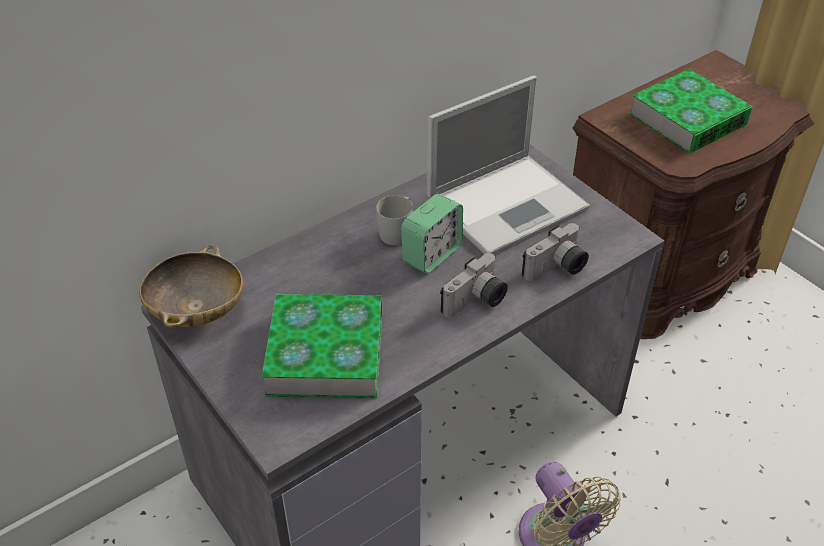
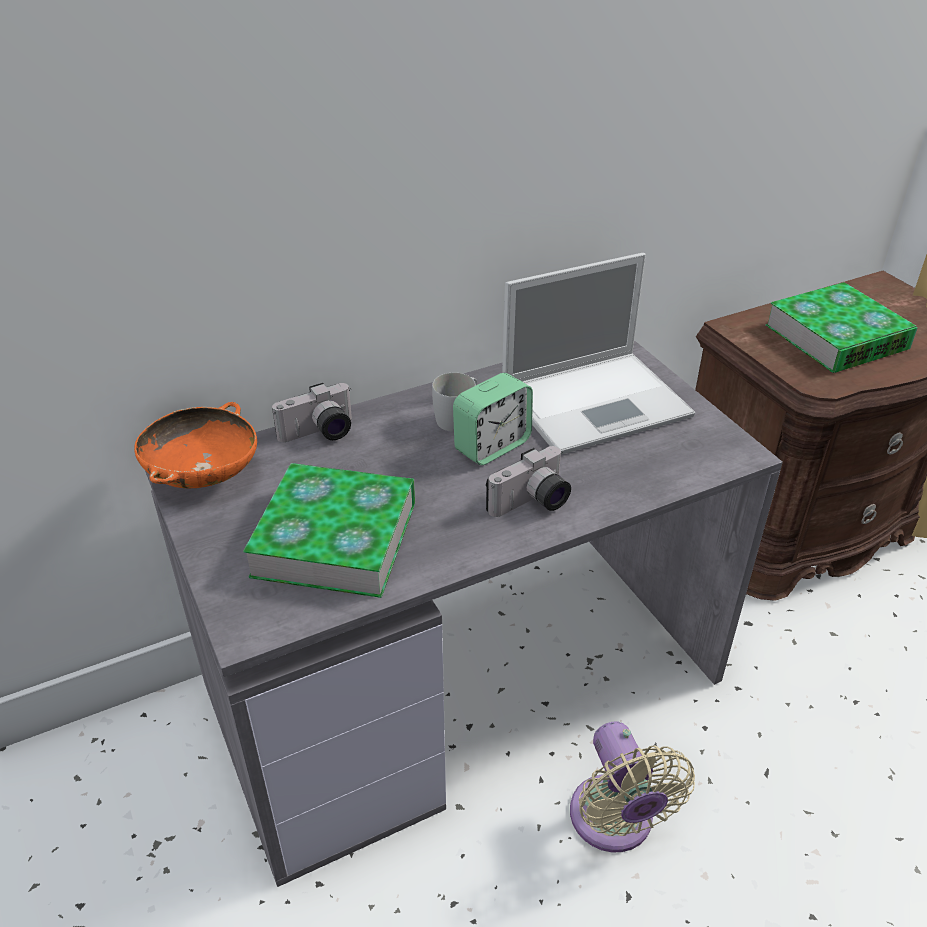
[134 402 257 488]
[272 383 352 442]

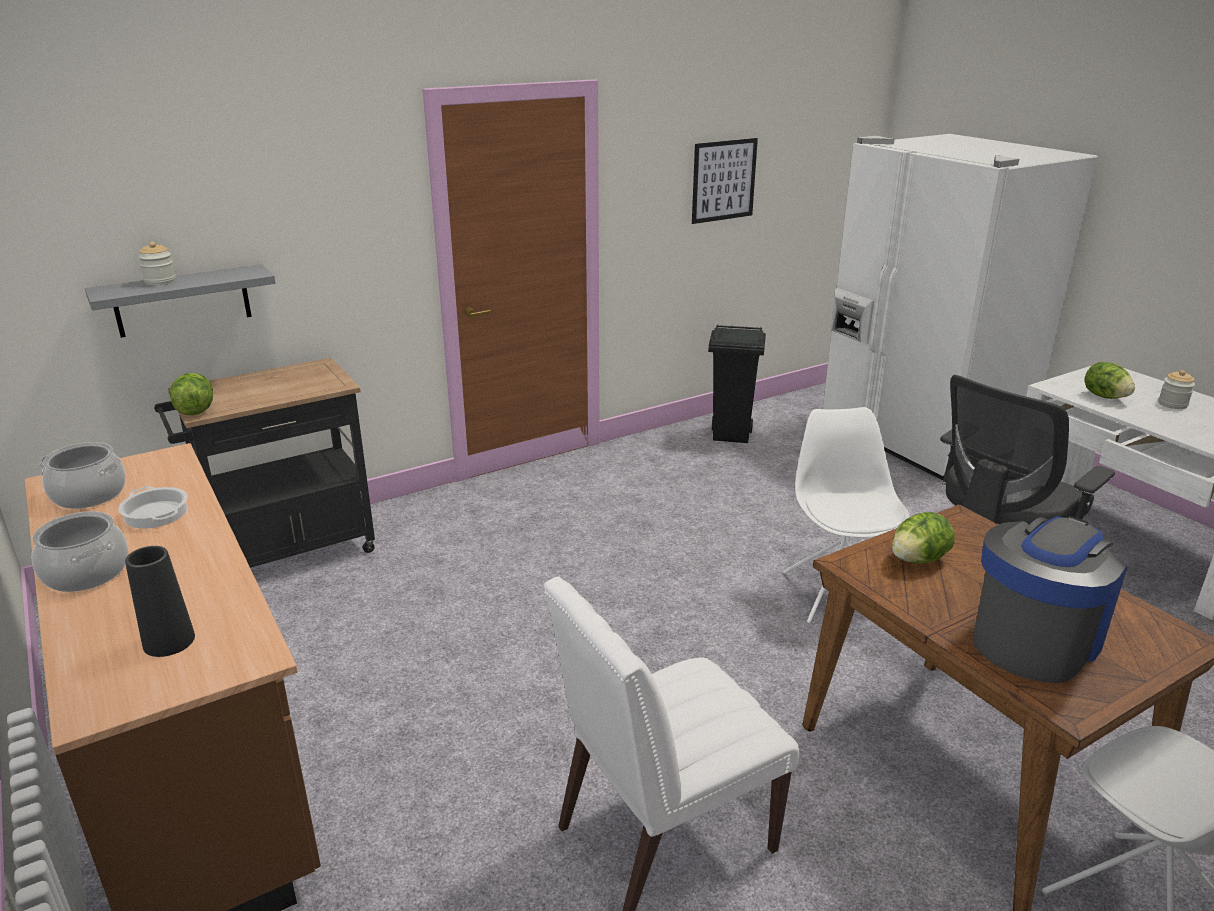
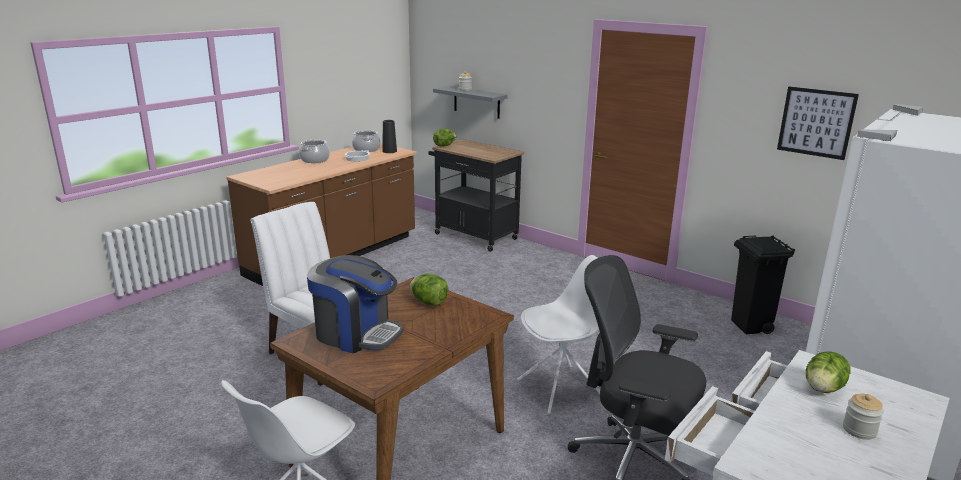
[382 120 397 153]

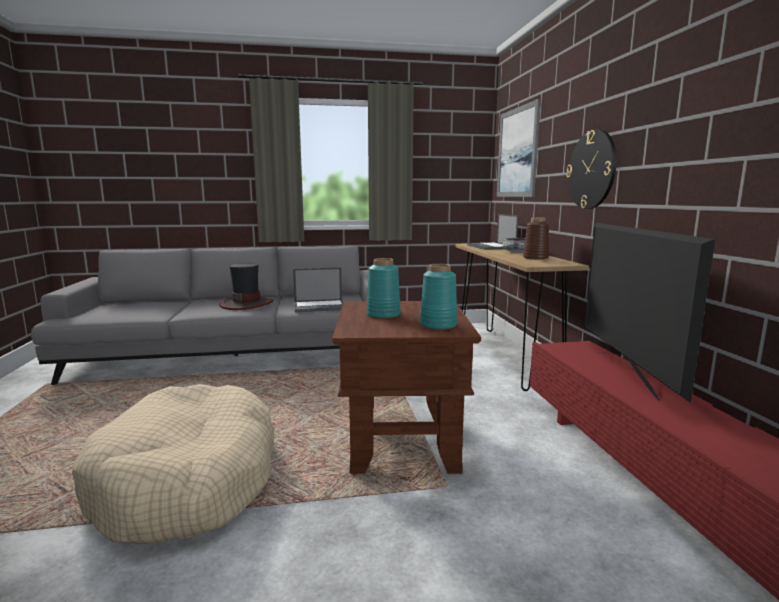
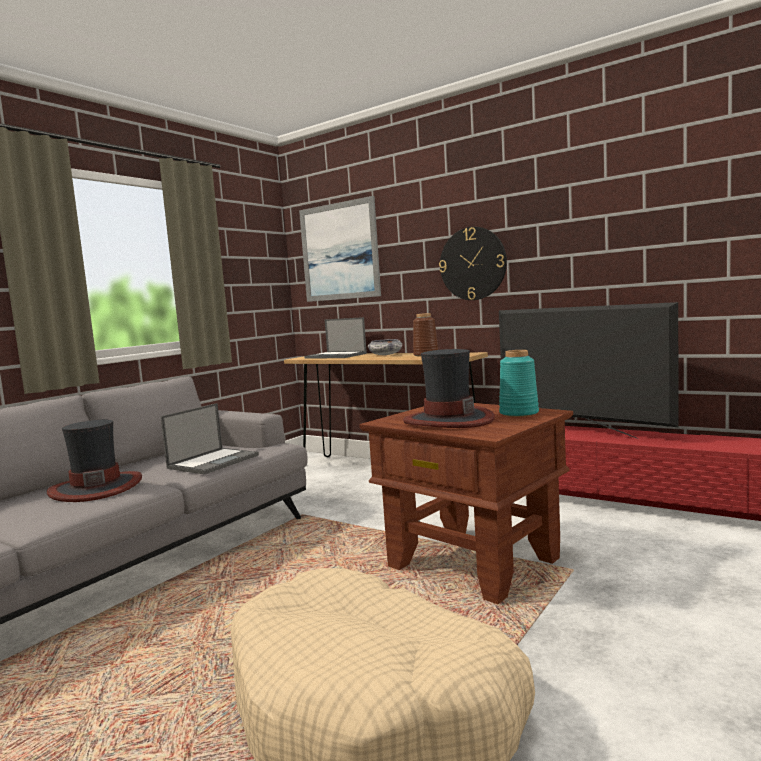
[403 349 495 428]

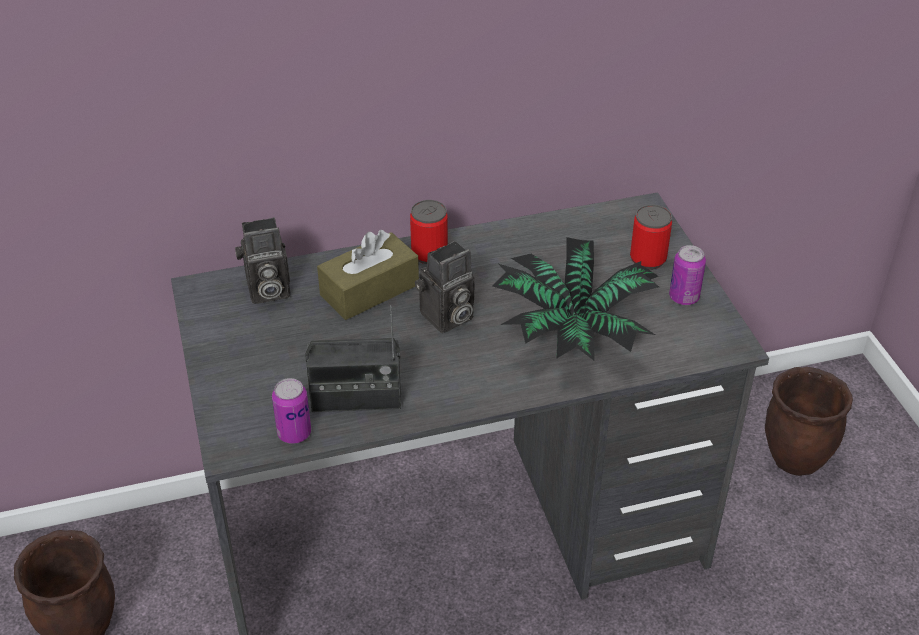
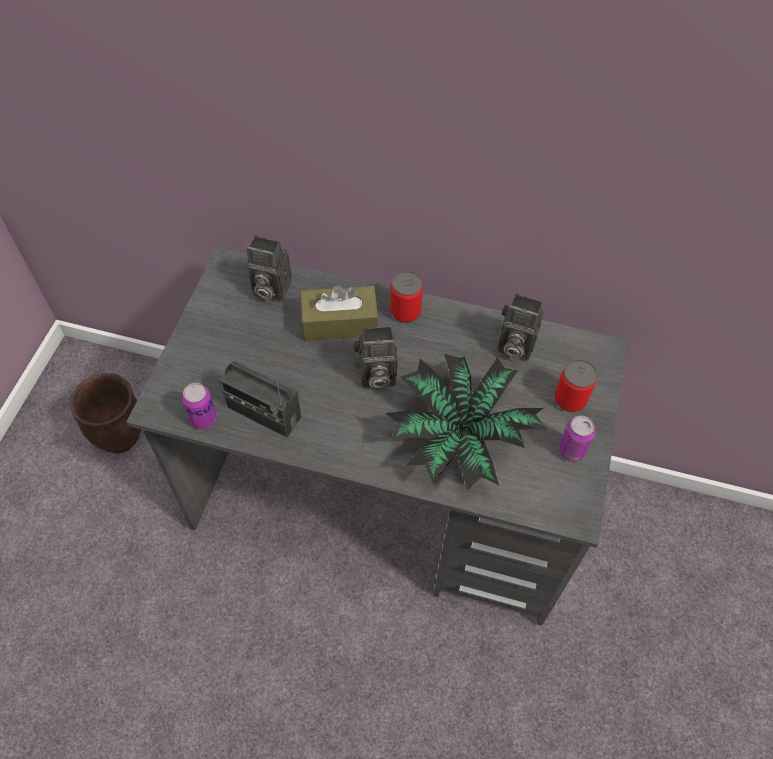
[765 367 853 476] (first image)
[498 294 544 361]

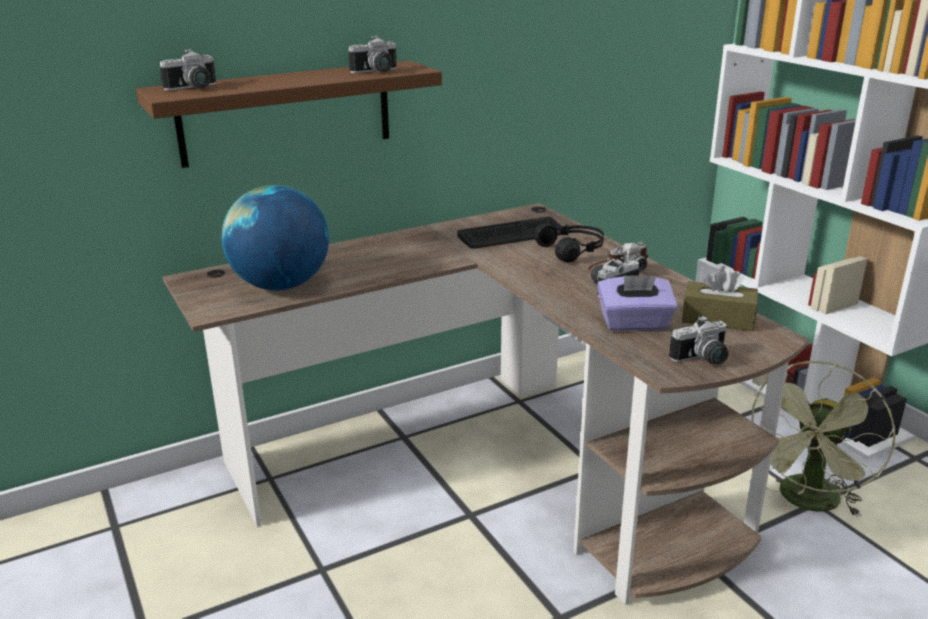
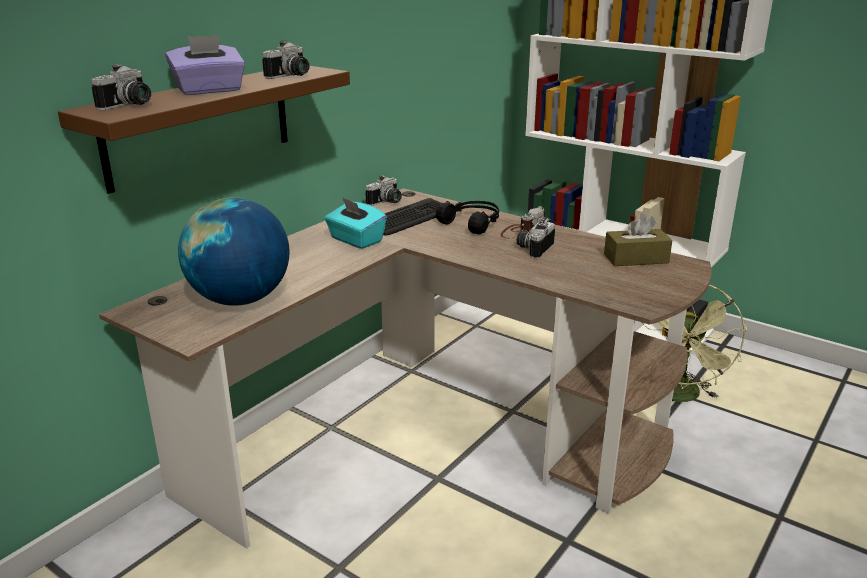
[166 35 245 95]
[365 175 402 206]
[324 197 387 249]

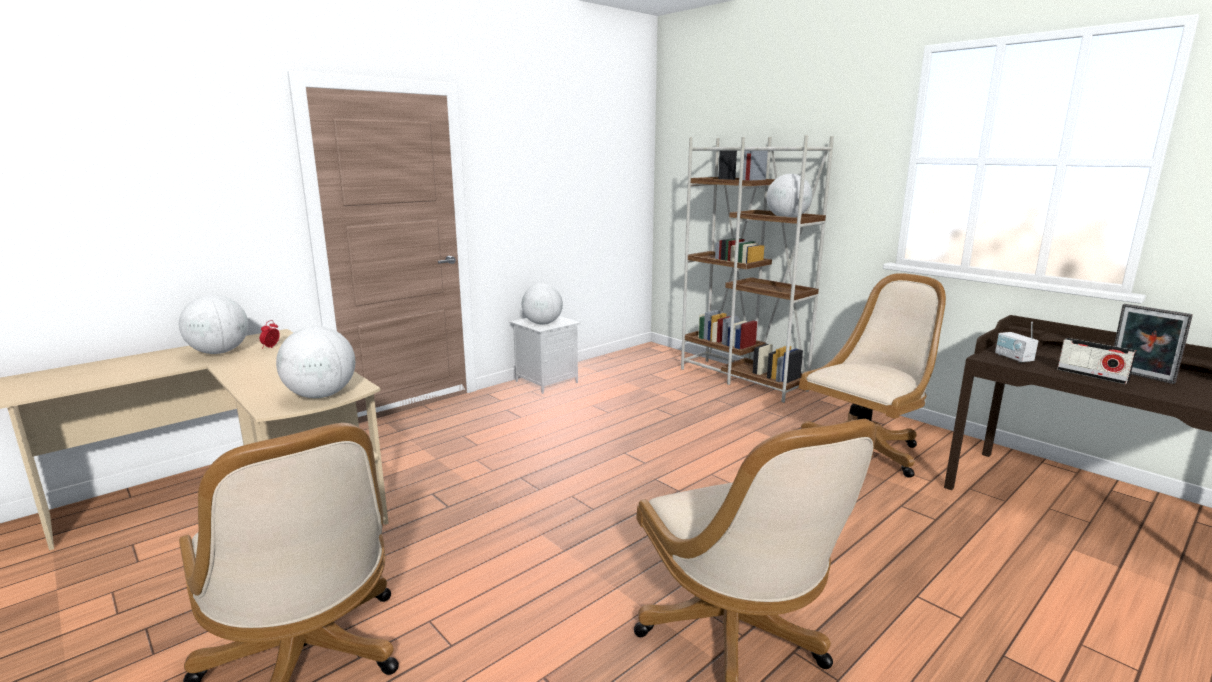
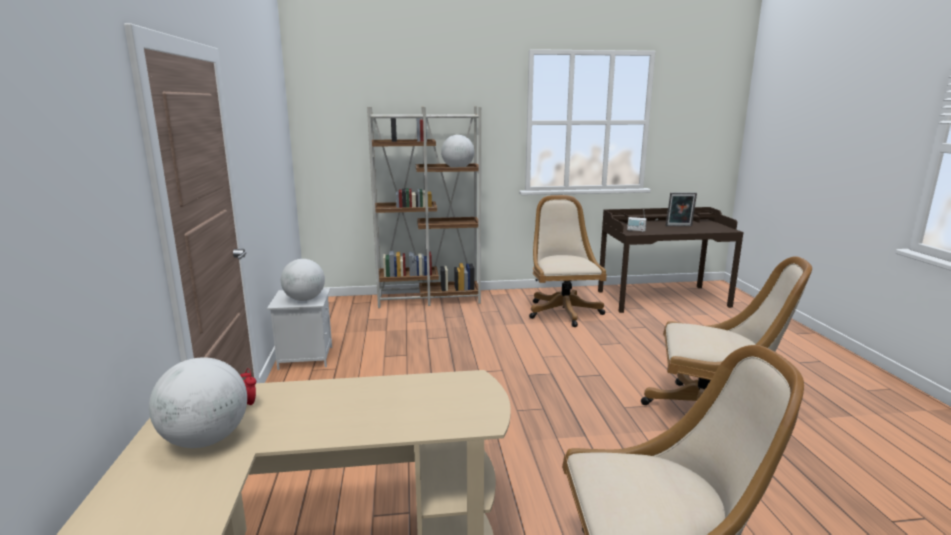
[276 326 355 398] (first image)
[1057 338 1136 384] (first image)

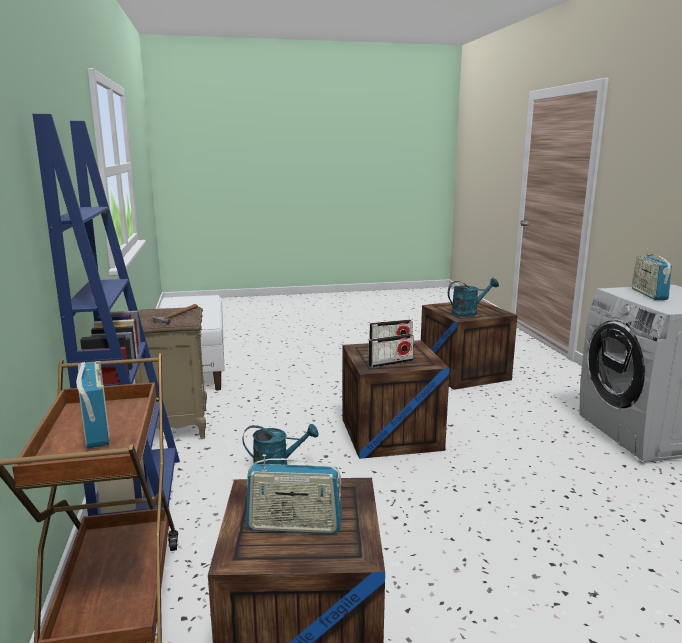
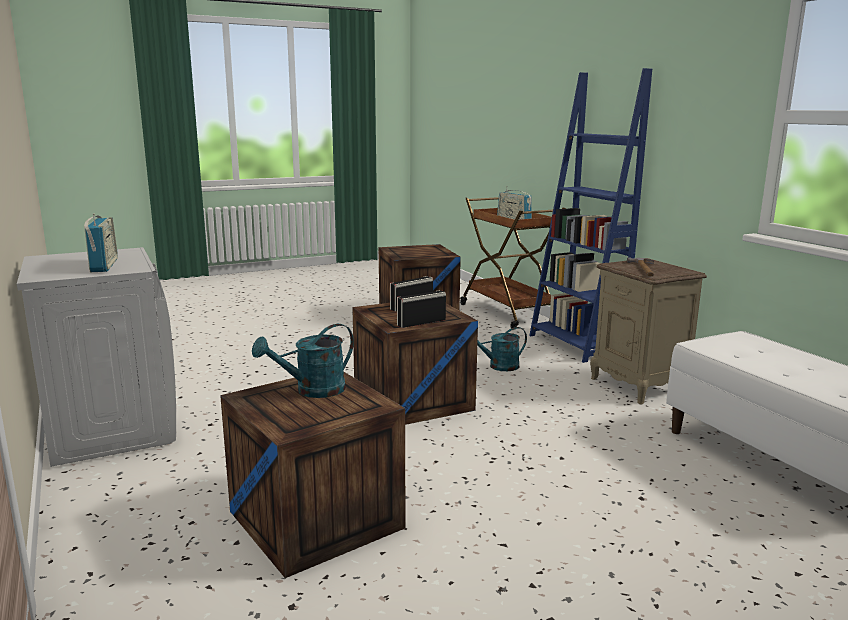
[246 454 342 534] (first image)

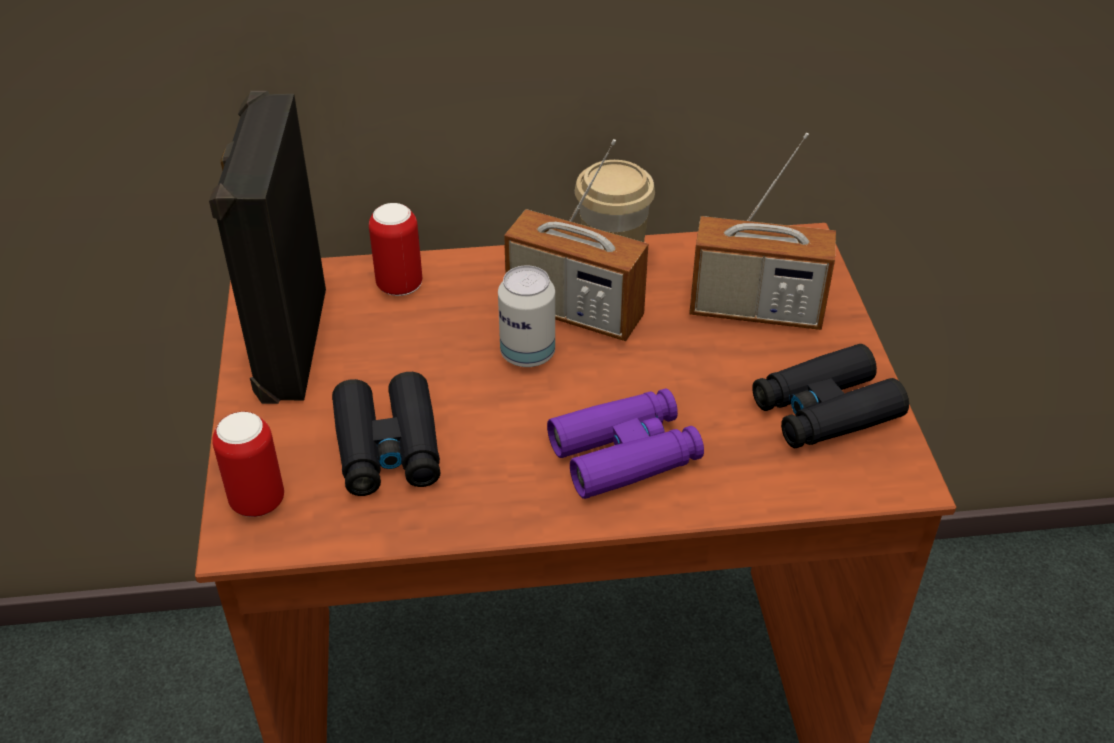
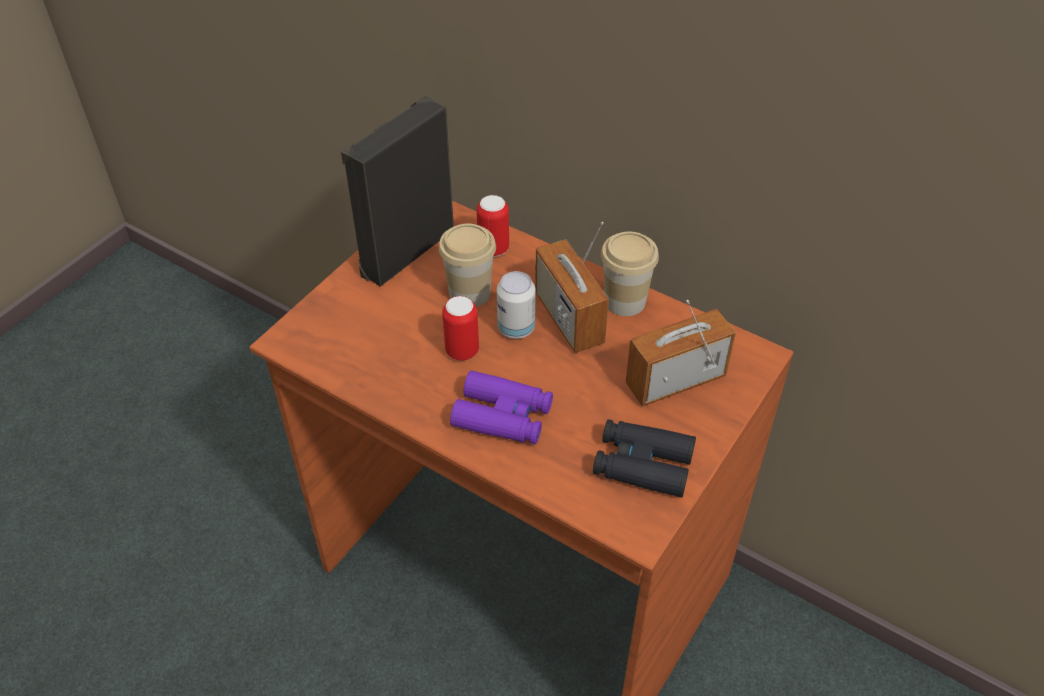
[442 296 479 361]
[332 372 441 496] (first image)
[626 300 736 407]
[439 224 496 307]

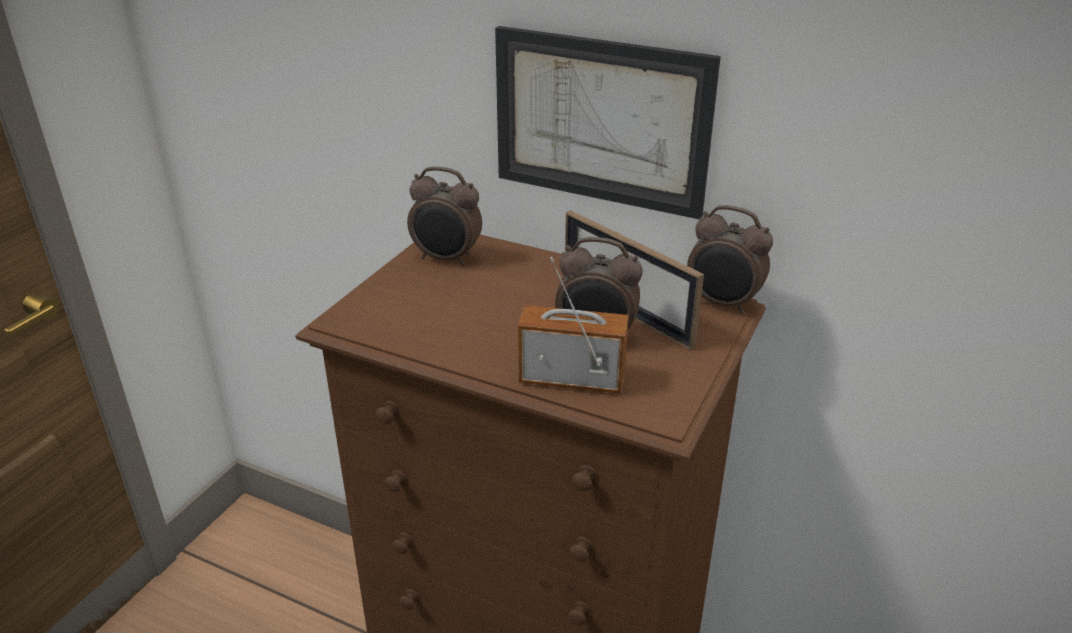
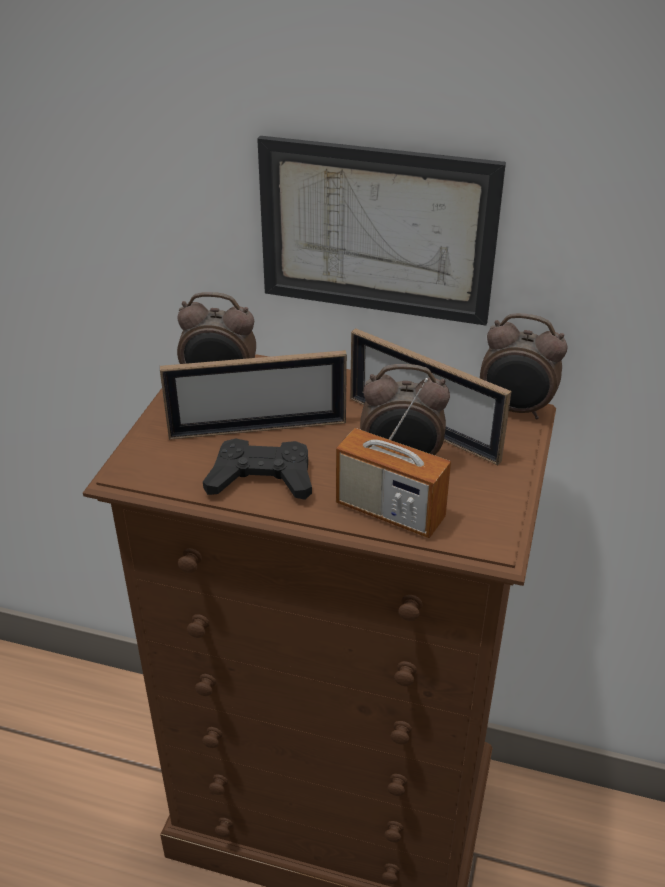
[336 378 451 538]
[160 350 347 440]
[203 438 312 500]

